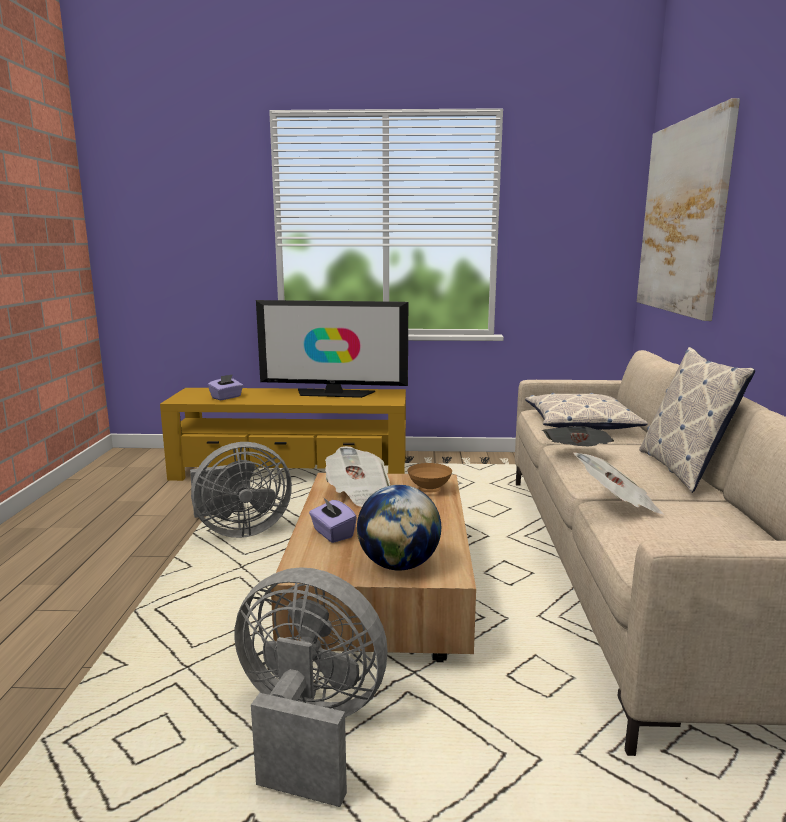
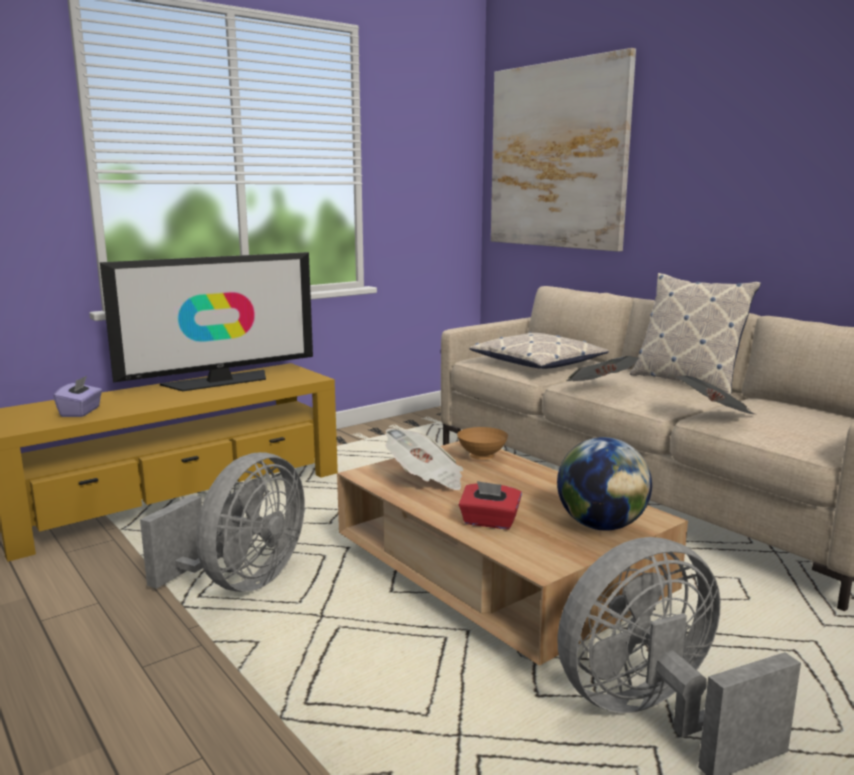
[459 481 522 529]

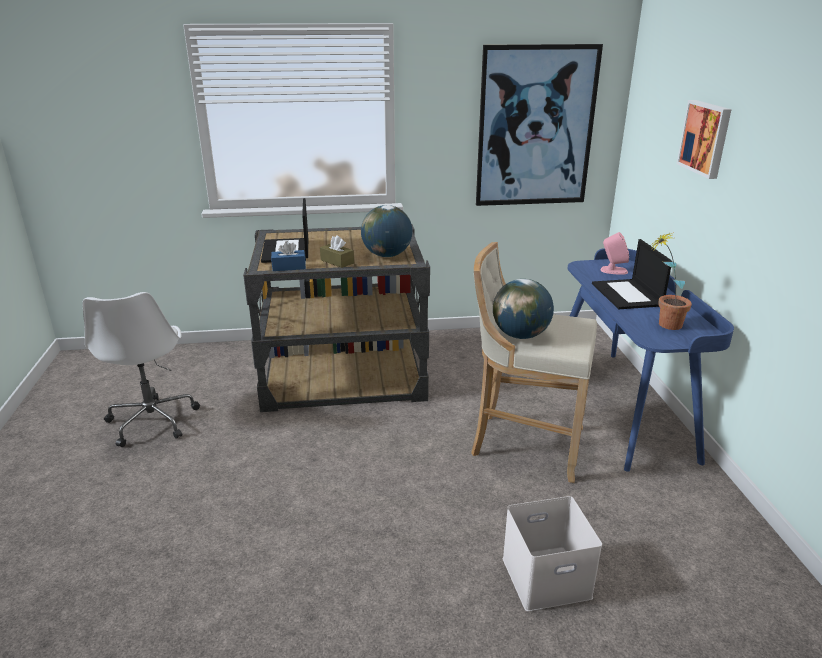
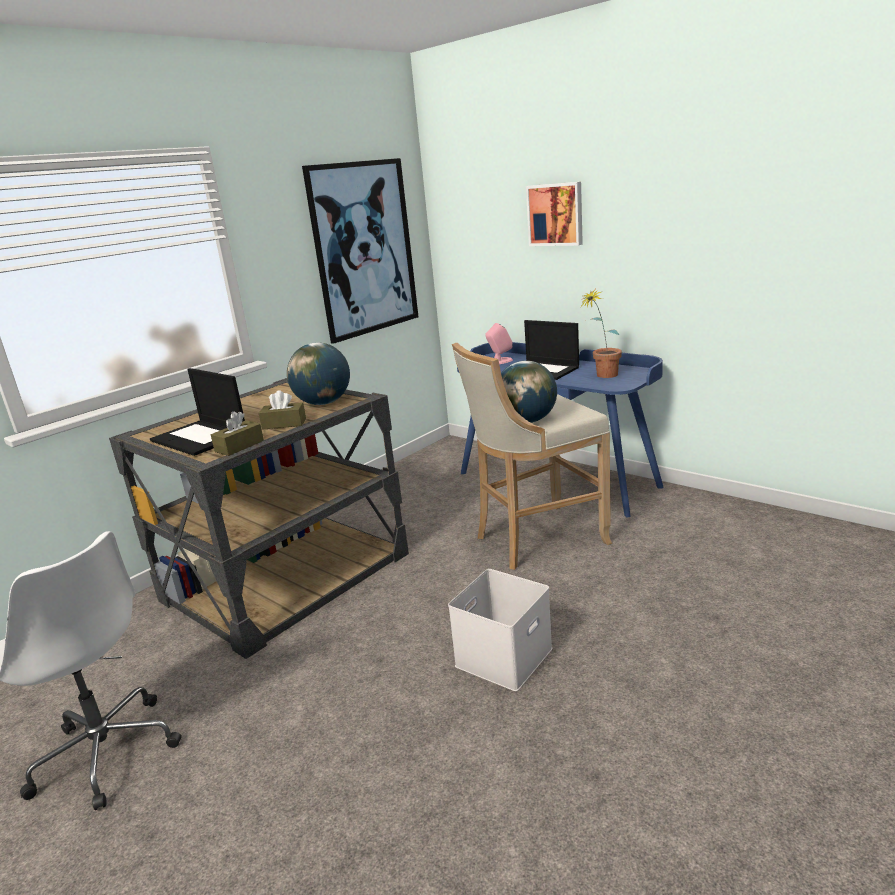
[211 411 264 456]
[448 569 553 691]

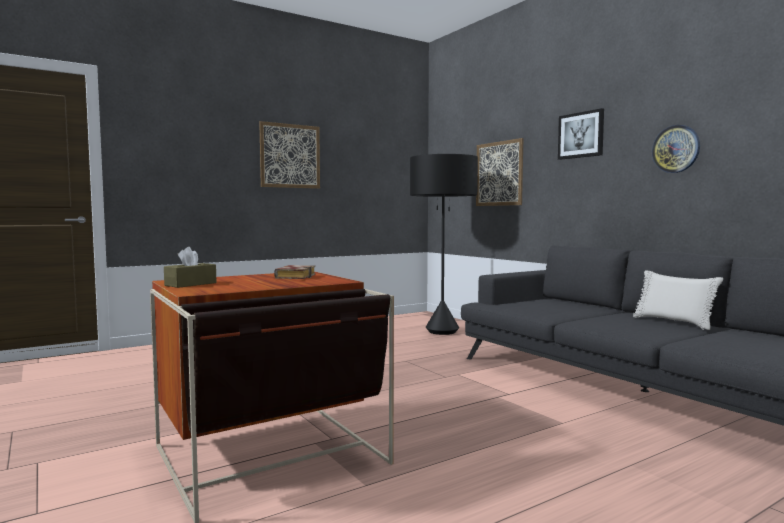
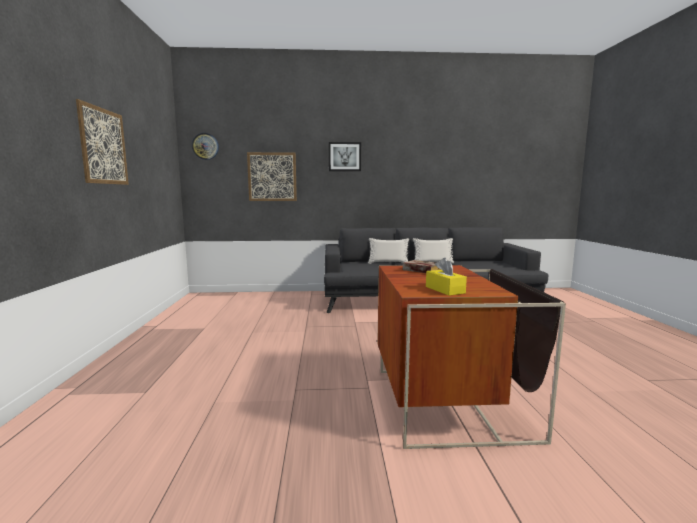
[426 258 467 296]
[410 154 478 335] (first image)
[192 133 219 160]
[368 238 409 264]

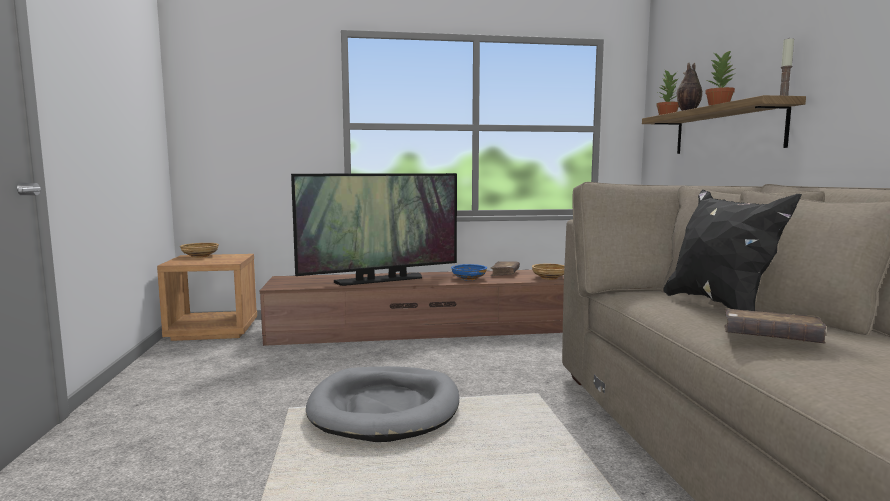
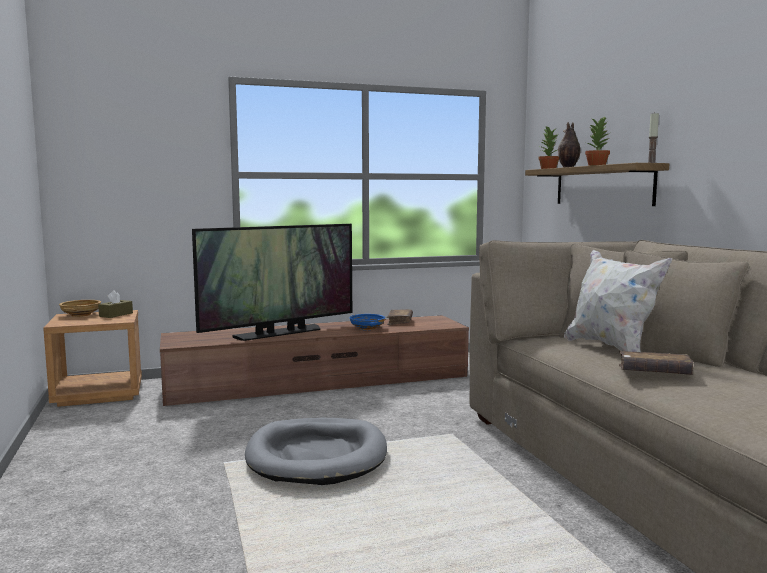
[532 264 565 280] (first image)
[564 250 672 352]
[98 290 133 318]

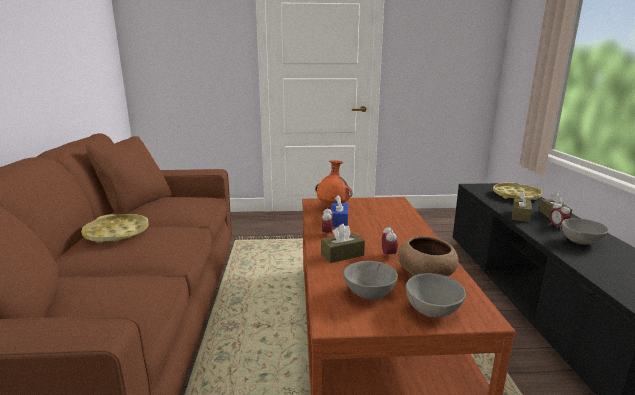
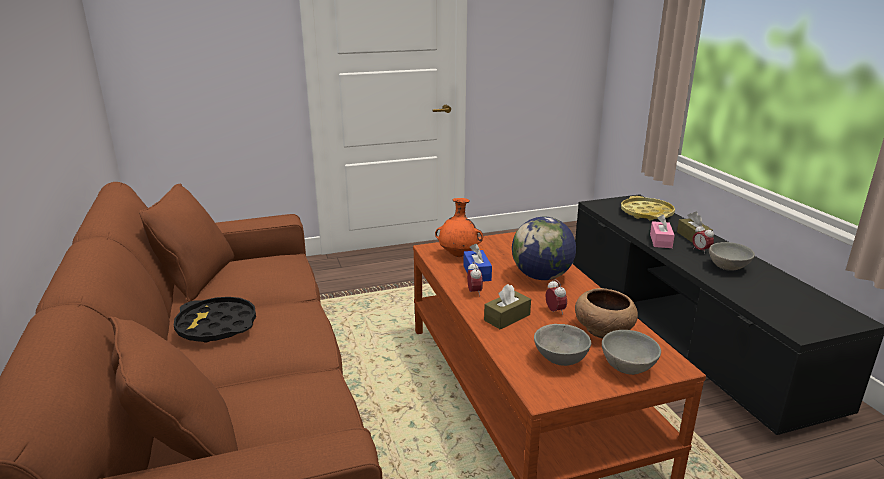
[174 297 256 343]
[650 215 675 248]
[512 217 576 280]

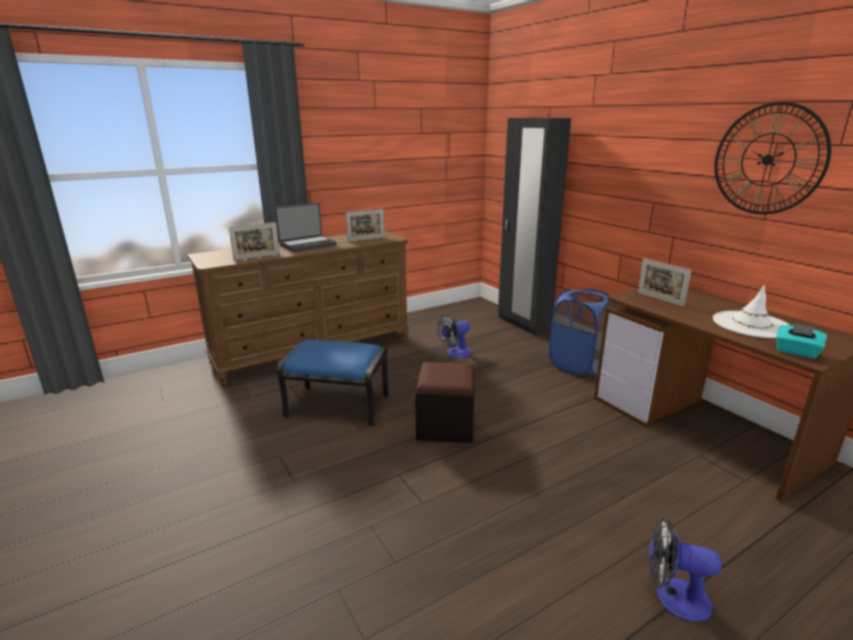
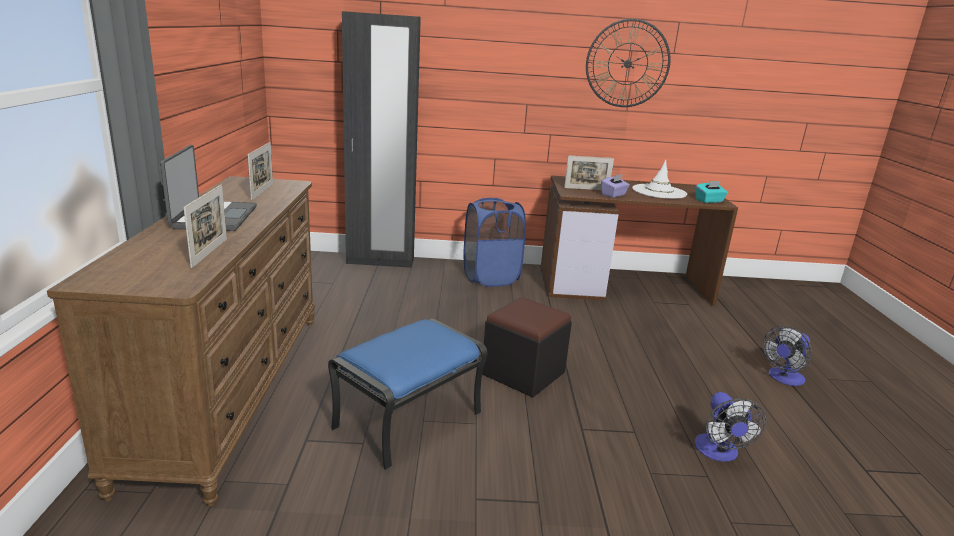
[695 392 767 462]
[601 174 630 198]

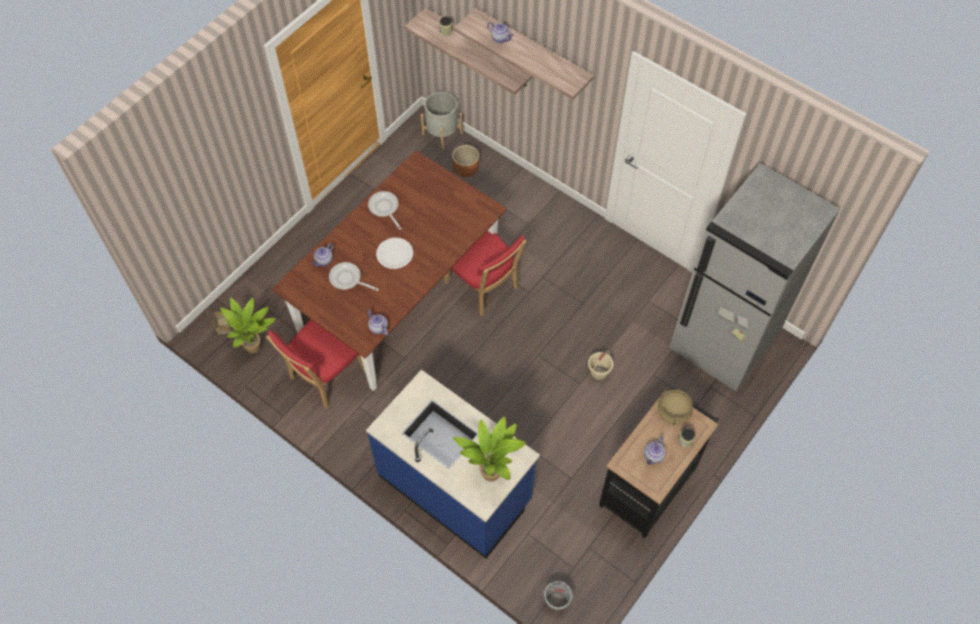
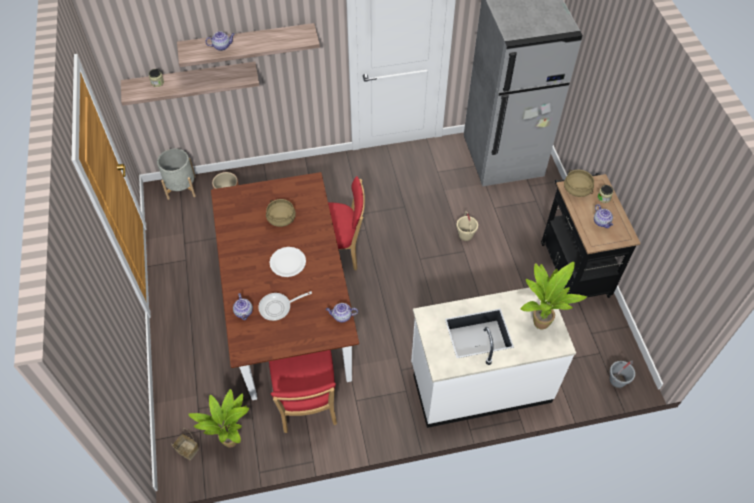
[411 288 576 428]
[368 191 402 230] (first image)
[266 199 296 227]

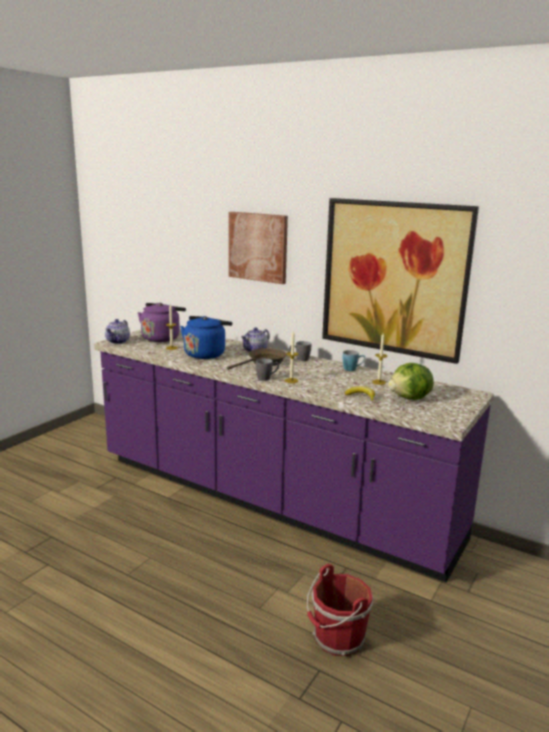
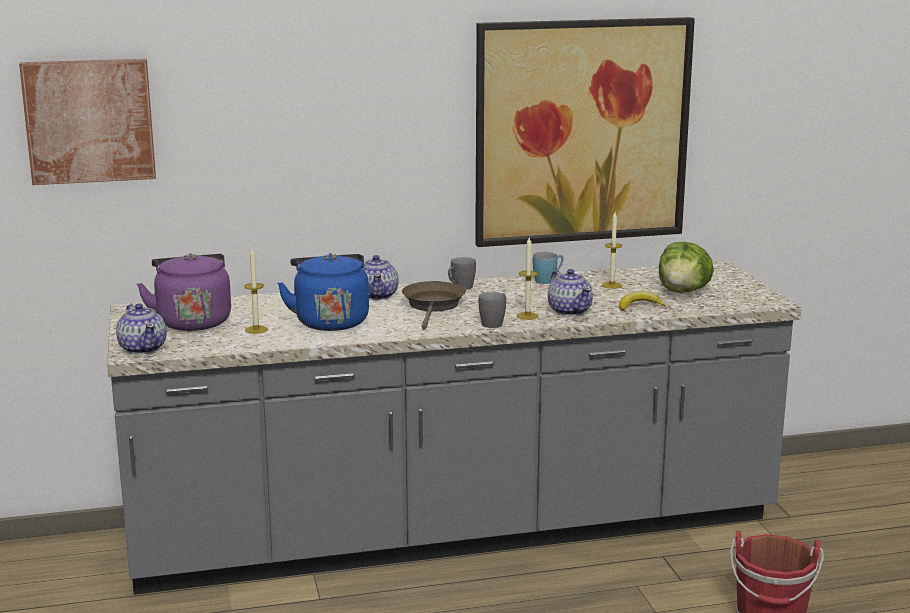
[107 261 802 595]
[19 58 156 185]
[548 269 593 316]

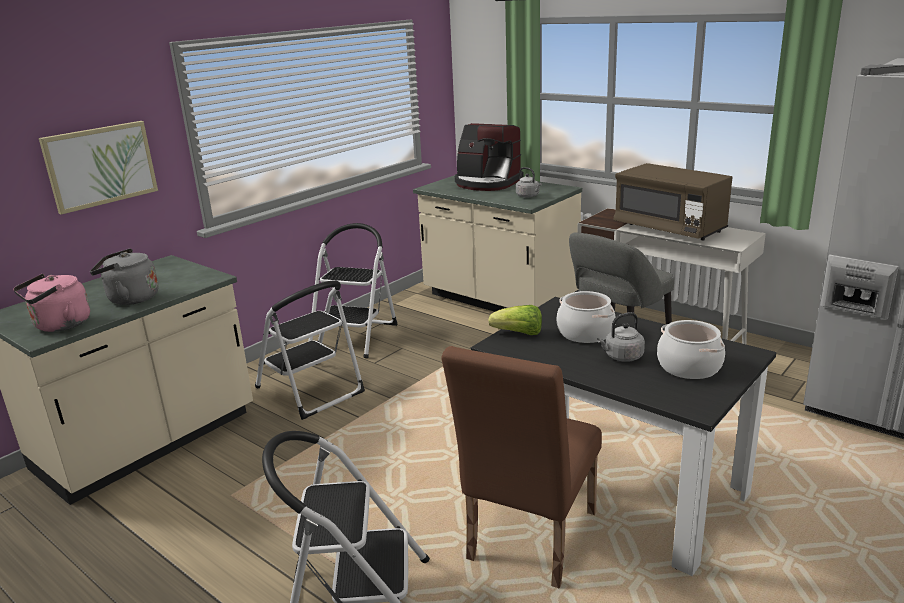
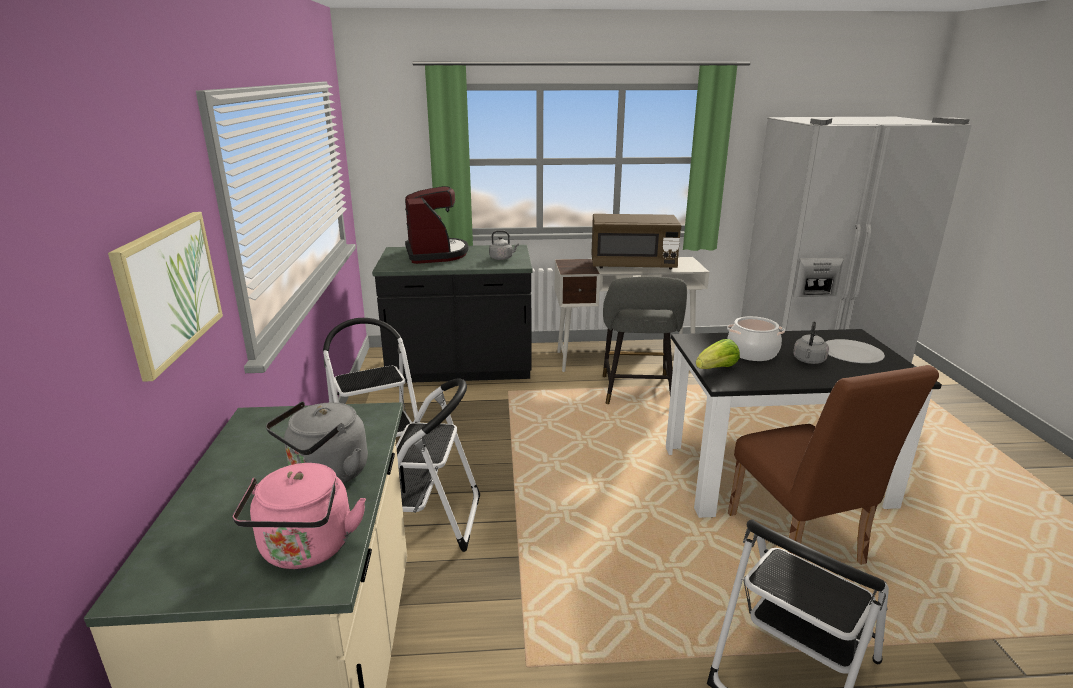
[372 245 533 383]
[405 186 468 264]
[826 339 885 363]

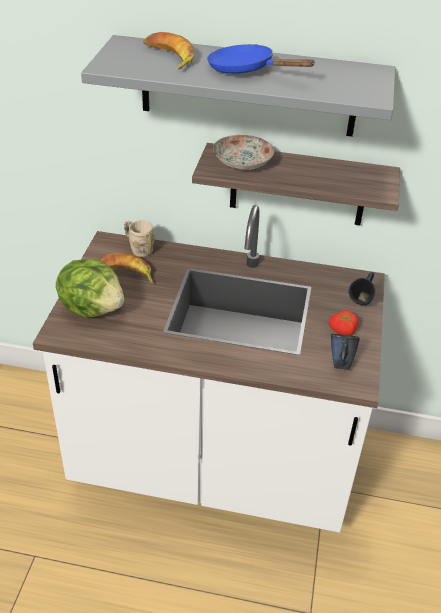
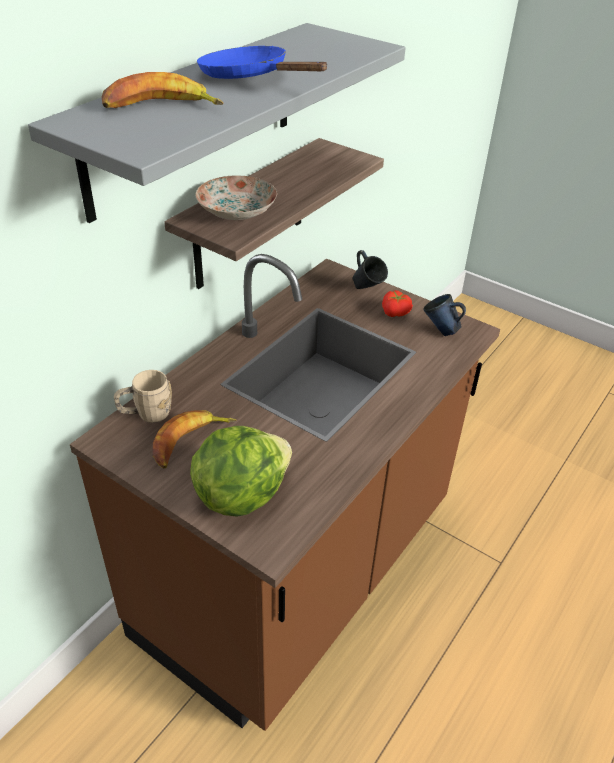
[70 254 500 731]
[197 46 328 79]

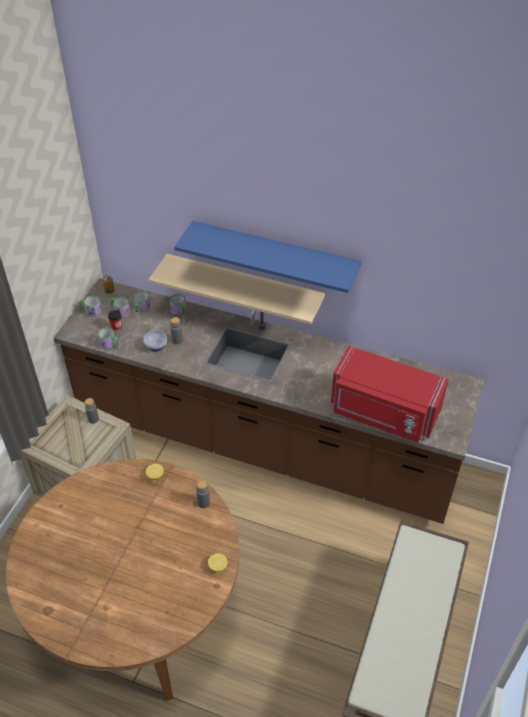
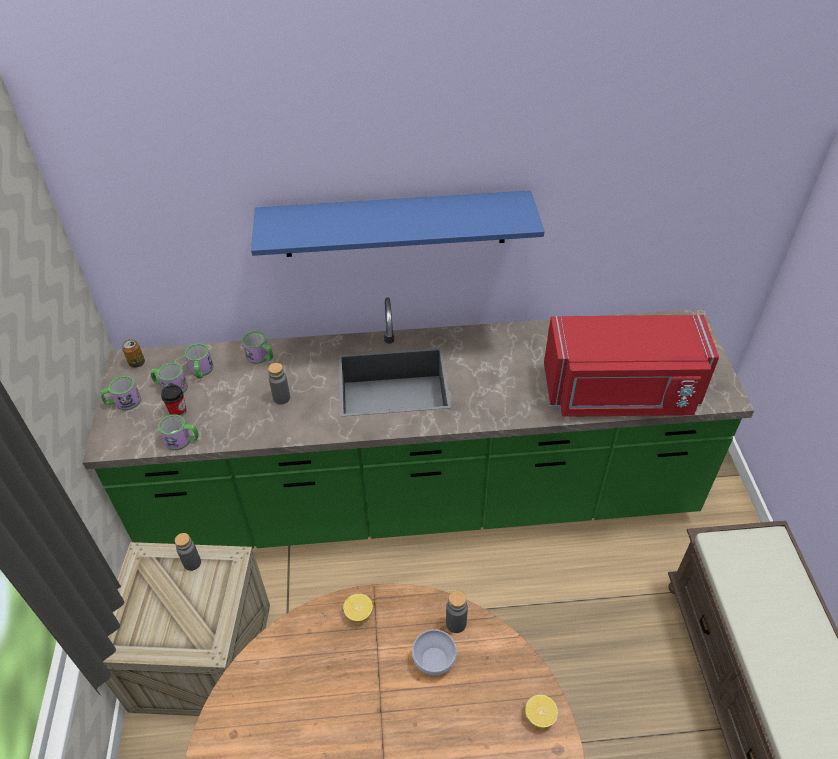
[83 298 754 549]
[412 629 457 675]
[149 254 325 324] (first image)

